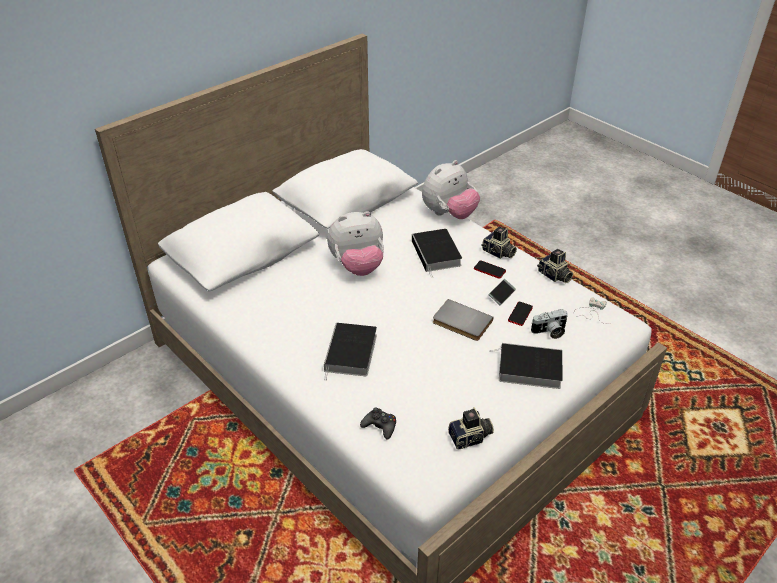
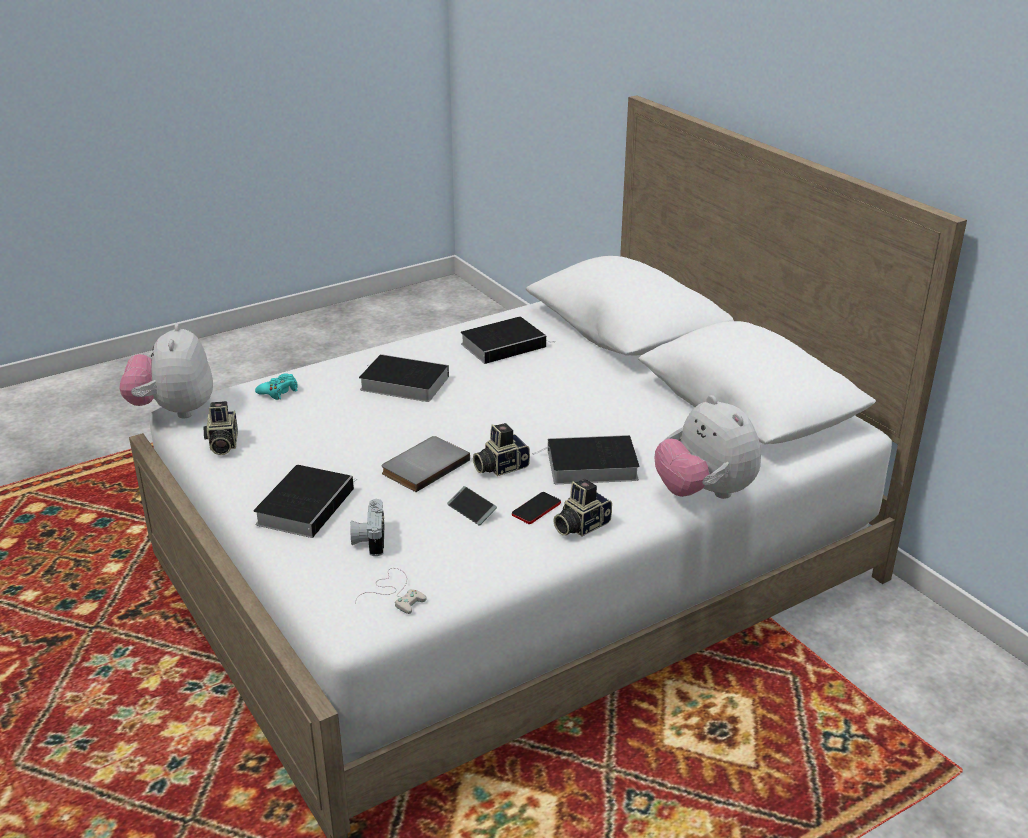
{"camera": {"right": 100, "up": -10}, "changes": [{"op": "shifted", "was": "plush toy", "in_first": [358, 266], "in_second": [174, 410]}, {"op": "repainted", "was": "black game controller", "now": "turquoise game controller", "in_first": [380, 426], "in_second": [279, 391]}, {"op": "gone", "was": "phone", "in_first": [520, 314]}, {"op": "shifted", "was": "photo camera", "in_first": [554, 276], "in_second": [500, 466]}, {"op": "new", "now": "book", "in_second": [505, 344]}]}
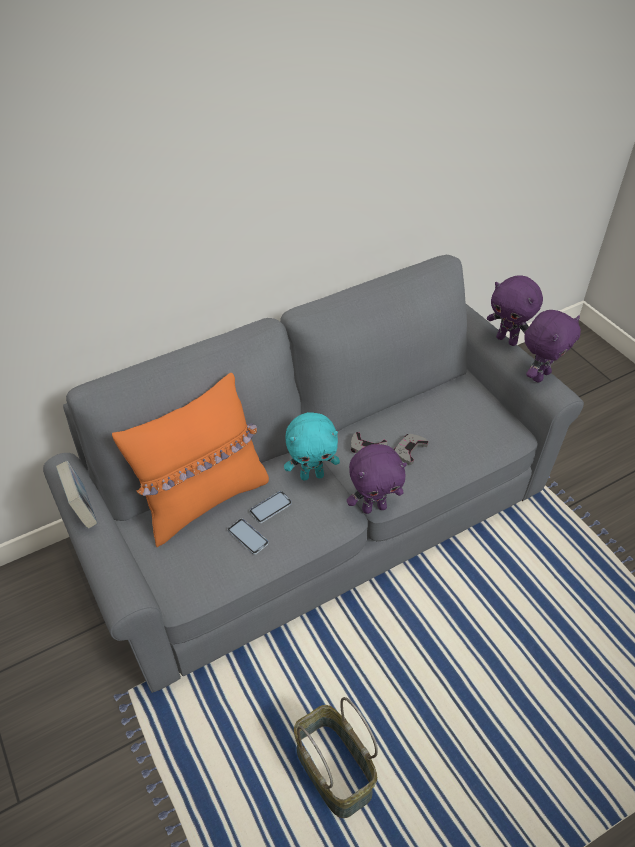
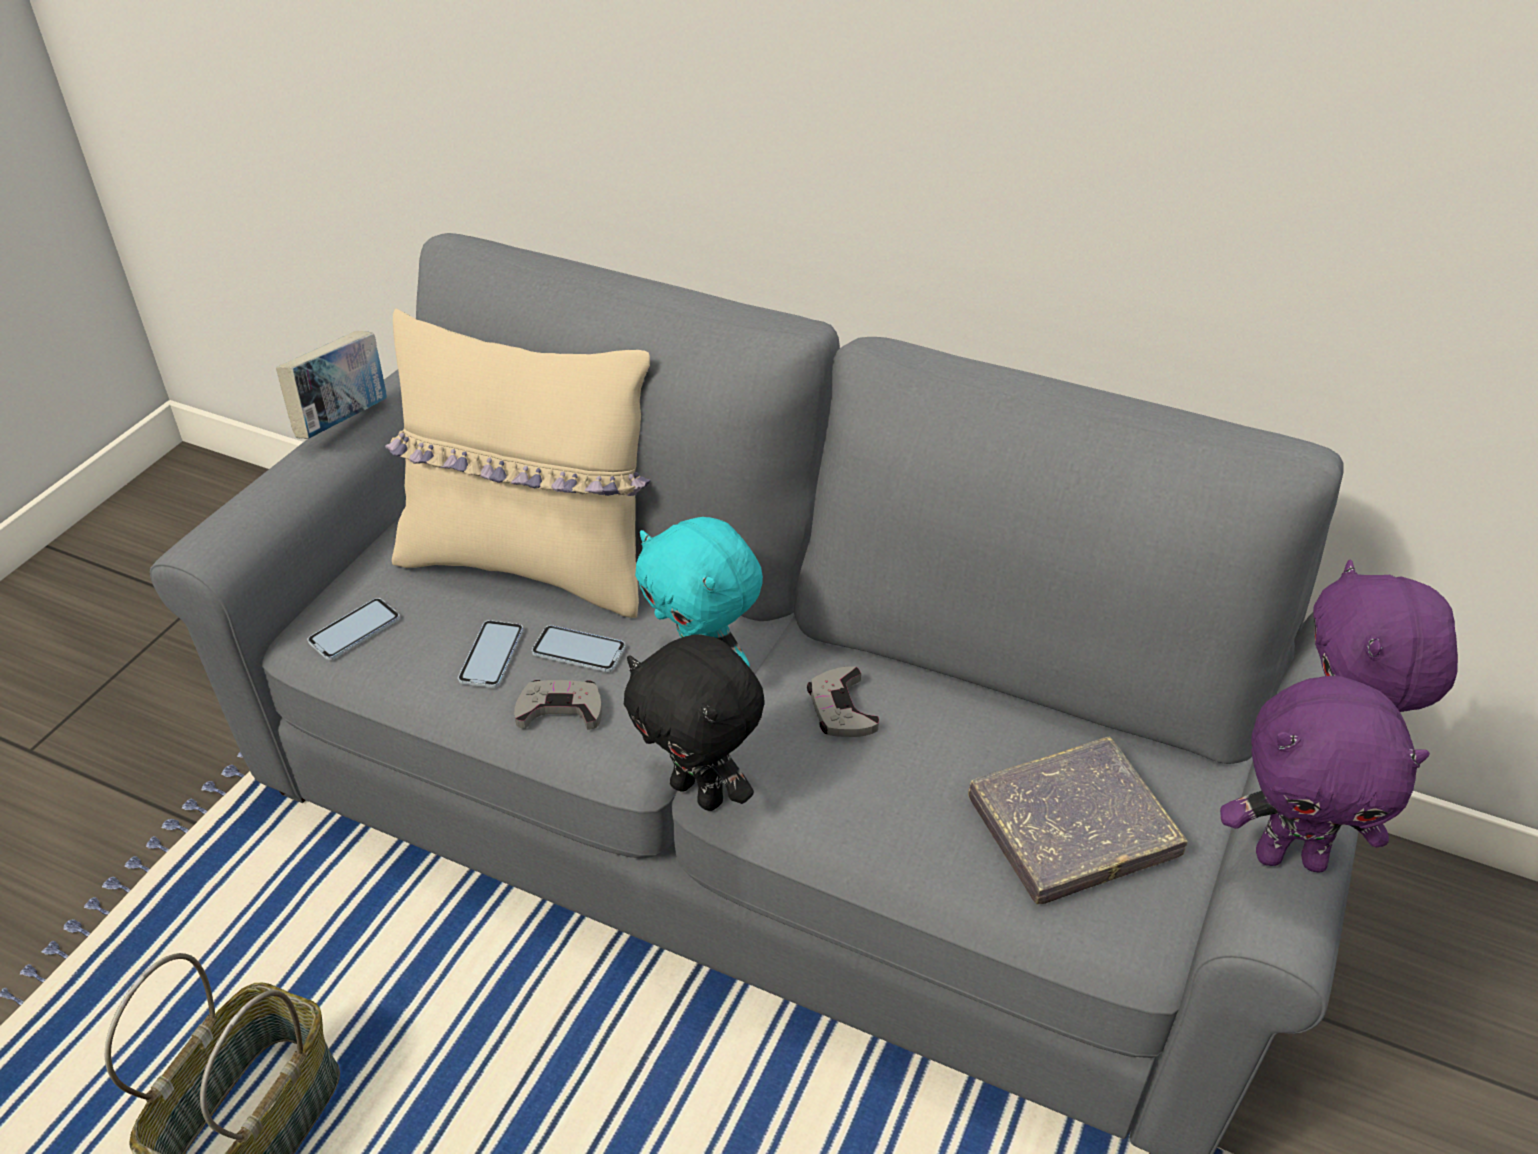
{"camera": {"right": 55, "up": -5}, "changes": [{"op": "repainted", "was": "orange pillow", "now": "beige pillow", "in_first": [204, 499], "in_second": [531, 565]}, {"op": "repainted", "was": "purple plush toy", "now": "black plush toy", "in_first": [374, 507], "in_second": [700, 792]}, {"op": "shifted", "was": "grey game controller", "in_first": [409, 450], "in_second": [560, 709]}, {"op": "new", "now": "phone", "in_second": [354, 630]}, {"op": "new", "now": "grey book", "in_second": [1072, 827]}]}
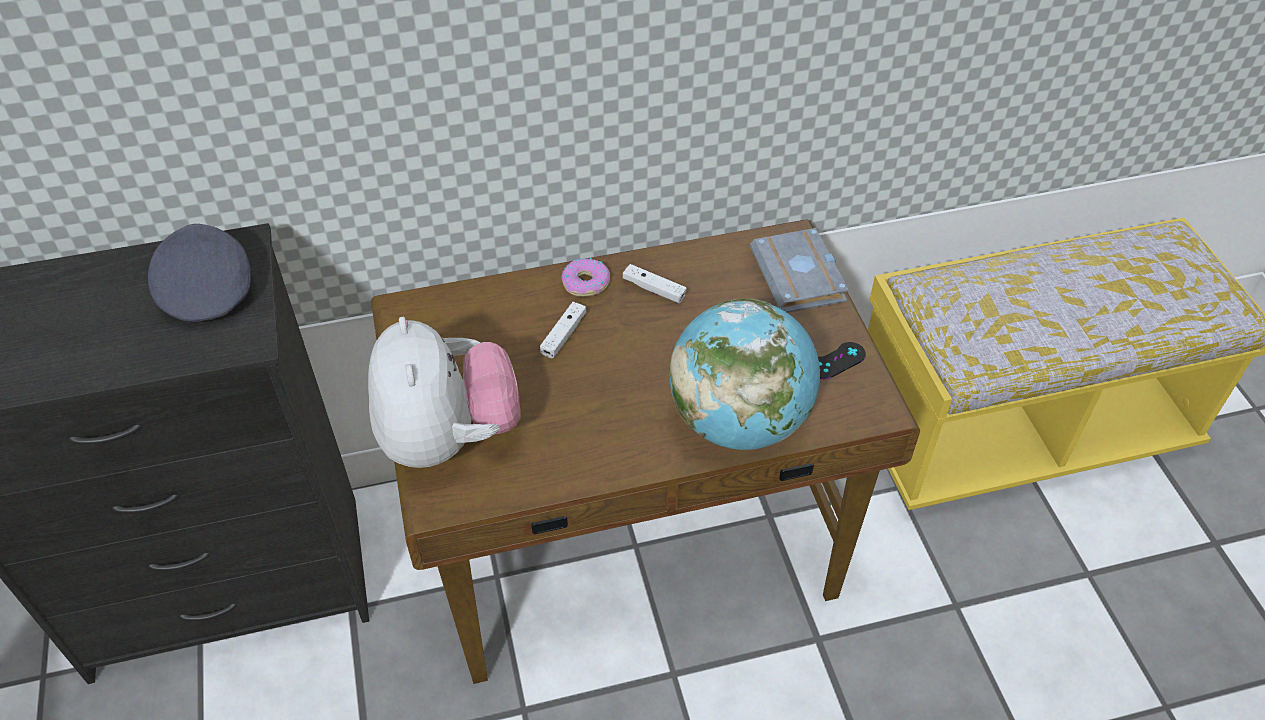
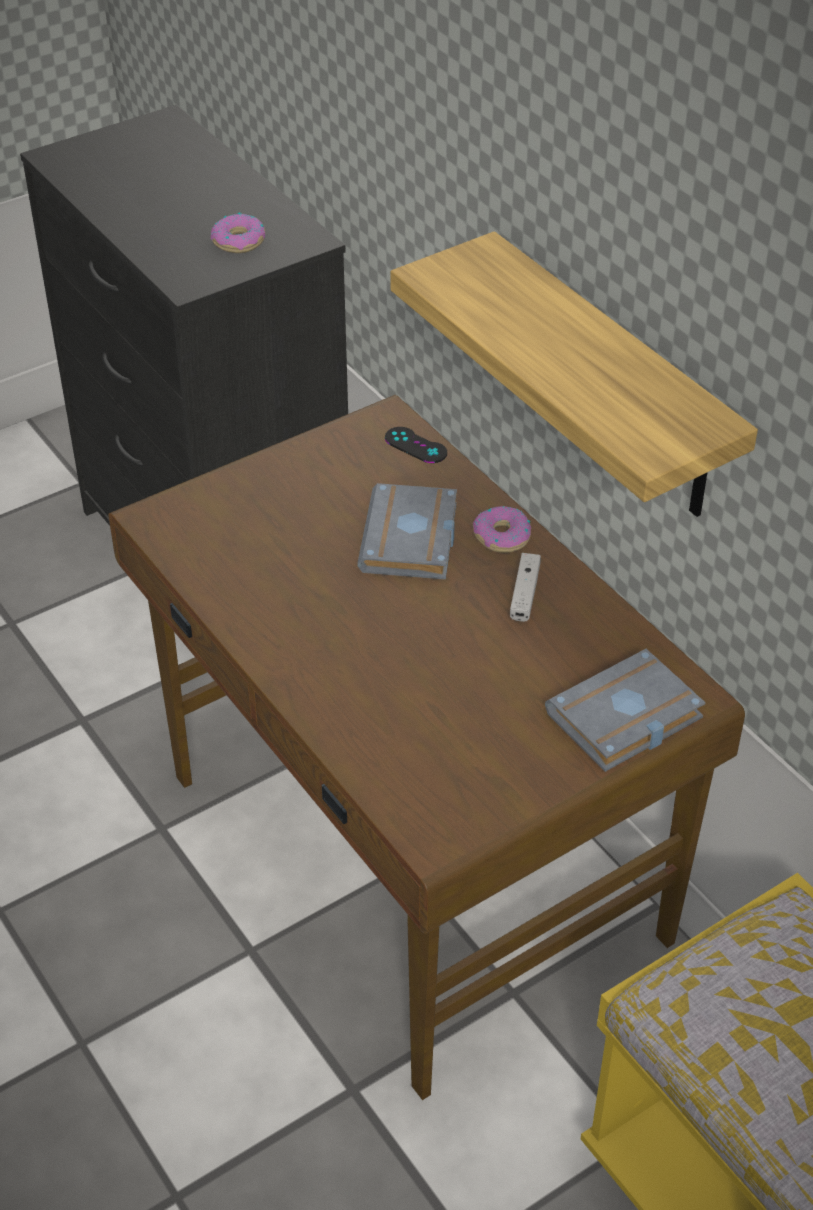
{"camera": {"right": 70, "up": -5}, "changes": [{"op": "swapped", "was": "grey cap", "now": "donut", "in_first": [206, 290], "in_second": [239, 241]}, {"op": "gone", "was": "plush toy", "in_first": [448, 437]}, {"op": "swapped", "was": "white game controller", "now": "grey book", "in_first": [564, 335], "in_second": [413, 541]}, {"op": "gone", "was": "globe", "in_first": [739, 421]}, {"op": "shifted", "was": "black game controller", "in_first": [837, 361], "in_second": [415, 445]}, {"op": "new", "now": "shelf", "in_second": [611, 381]}]}
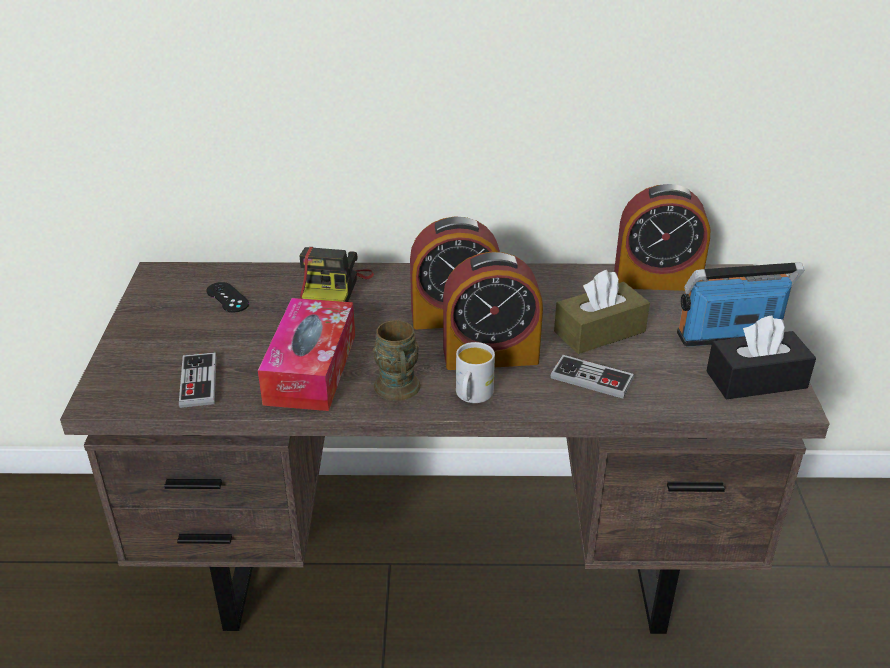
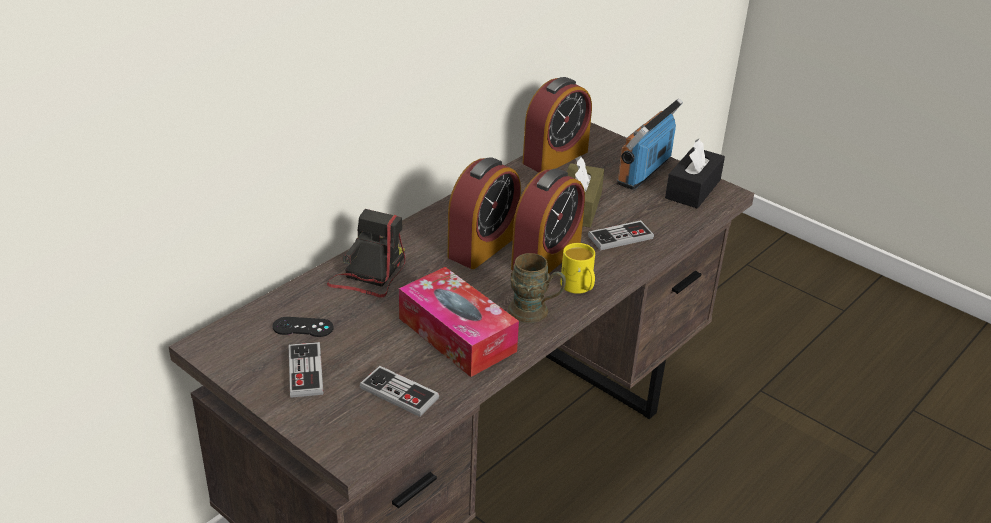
{"camera": {"right": -50, "up": 0}, "changes": [{"op": "rotated", "was": "photo camera", "in_first": [334, 288], "in_second": [369, 274], "clockwise": -120}, {"op": "repainted", "was": "white mug", "now": "yellow mug", "in_first": [472, 396], "in_second": [579, 288]}, {"op": "new", "now": "game controller", "in_second": [305, 371]}]}
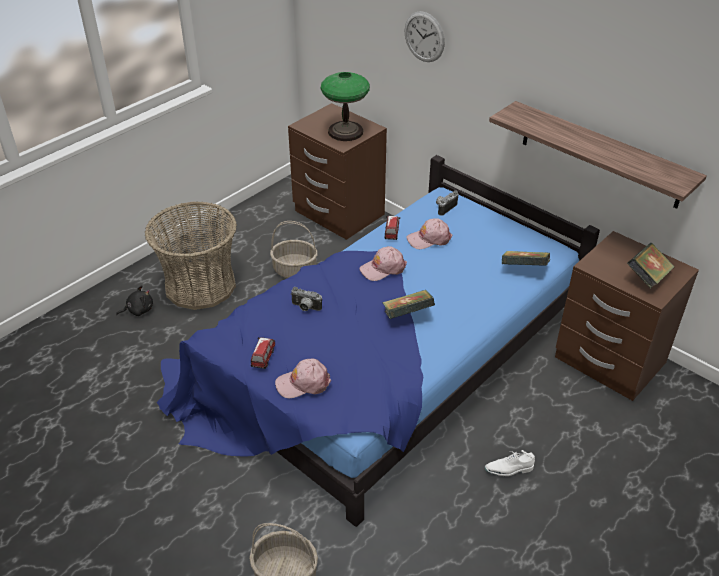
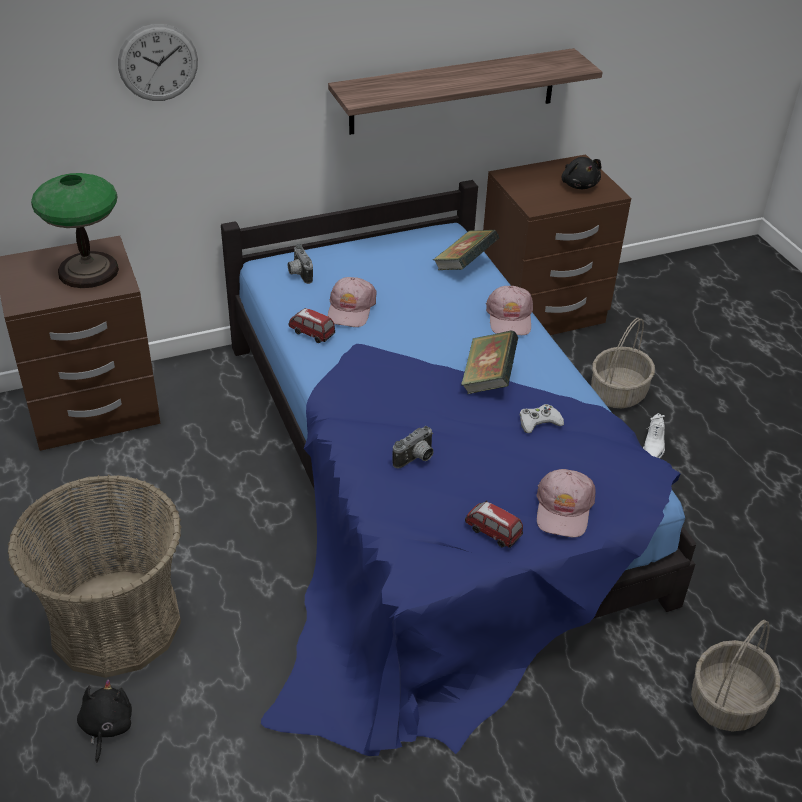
{"camera": {"right": -65, "up": 0}, "changes": [{"op": "shifted", "was": "basket", "in_first": [295, 270], "in_second": [618, 392]}, {"op": "shifted", "was": "pink cap", "in_first": [383, 268], "in_second": [509, 317]}, {"op": "swapped", "was": "book", "now": "black plush toy", "in_first": [647, 277], "in_second": [579, 184]}, {"op": "new", "now": "white game controller", "in_second": [539, 422]}]}
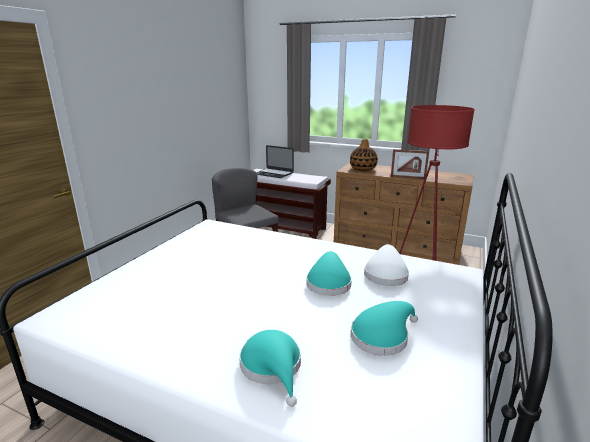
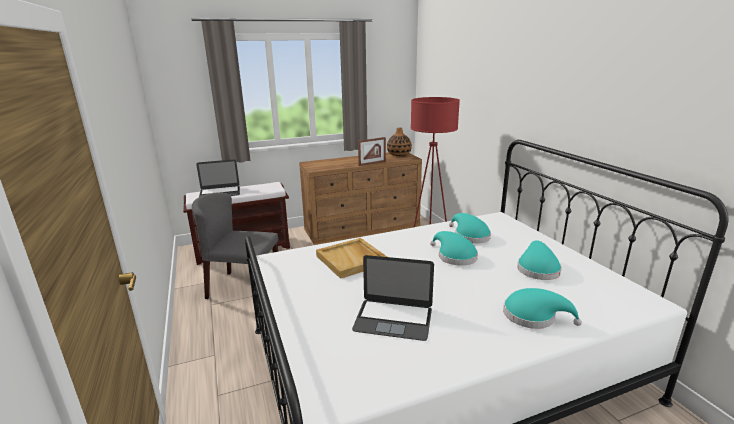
{"camera": {"right": -45, "up": 0}, "changes": [{"op": "shifted", "was": "vase", "in_first": [363, 169], "in_second": [399, 154]}, {"op": "repainted", "was": "white hat", "now": "turquoise hat", "in_first": [385, 274], "in_second": [469, 236]}, {"op": "new", "now": "beige tray", "in_second": [352, 260]}, {"op": "new", "now": "laptop", "in_second": [393, 319]}]}
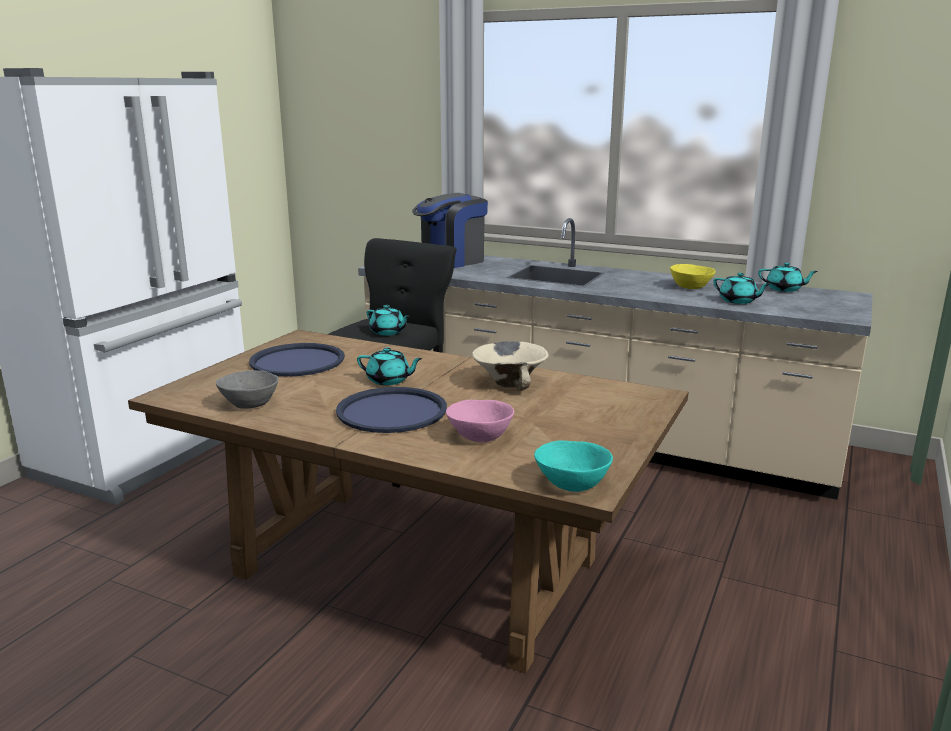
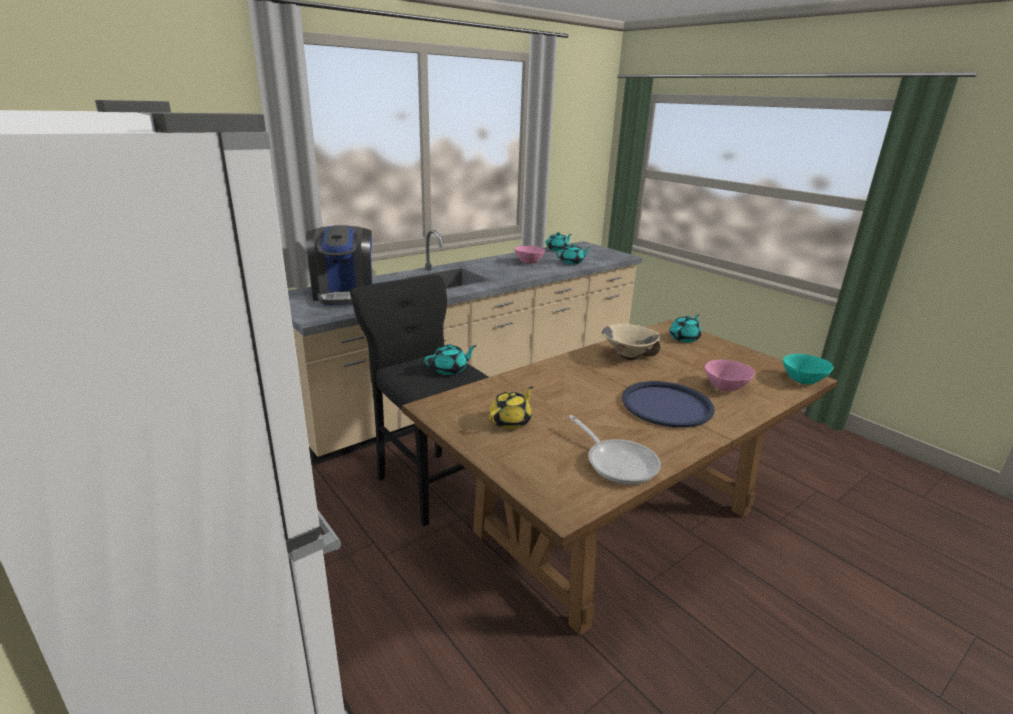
{"camera": {"right": -65, "up": 5}, "changes": [{"op": "swapped", "was": "grey bowl", "now": "frying pan", "in_first": [250, 404], "in_second": [618, 462]}, {"op": "swapped", "was": "blue tray", "now": "yellow teapot", "in_first": [297, 361], "in_second": [511, 421]}, {"op": "shifted", "was": "turquoise teapot", "in_first": [389, 380], "in_second": [684, 338]}, {"op": "repainted", "was": "yellow bowl", "now": "pink bowl", "in_first": [691, 287], "in_second": [529, 262]}]}
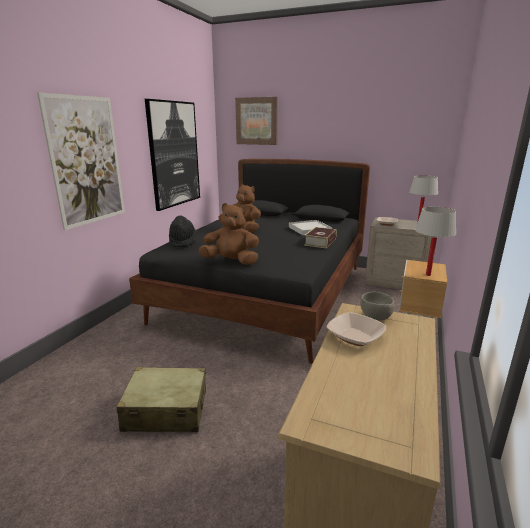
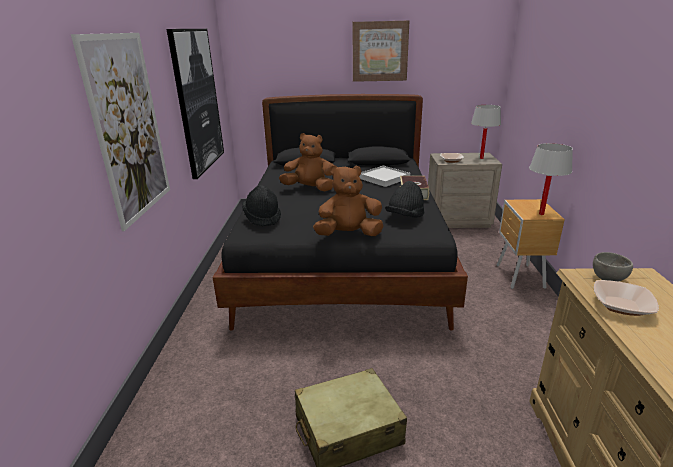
{"camera": {"right": -20, "up": 5}, "changes": [{"op": "shifted", "was": "picture", "in_first": [257, 121], "in_second": [380, 51]}, {"op": "new", "now": "black hat", "in_second": [405, 217]}]}
